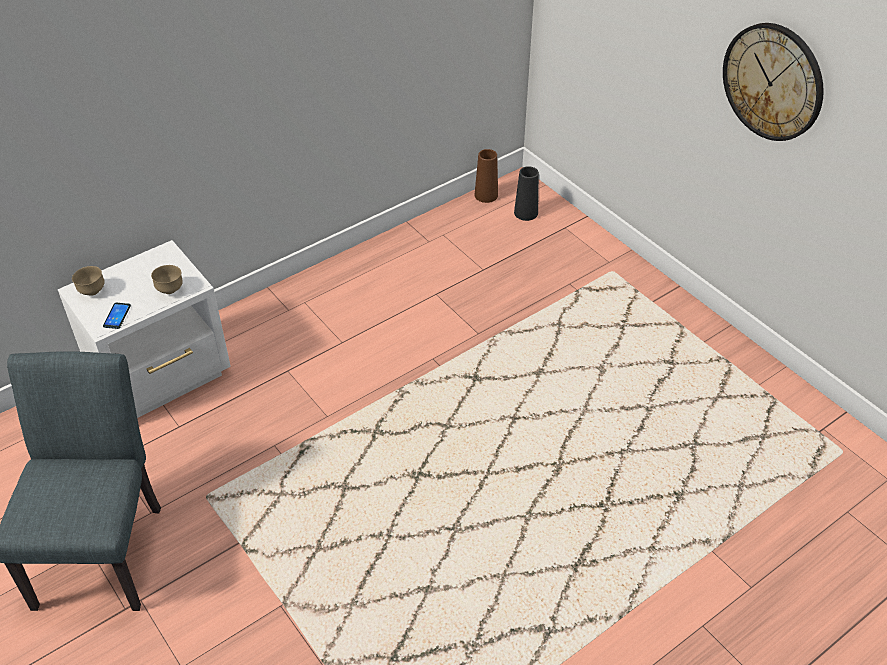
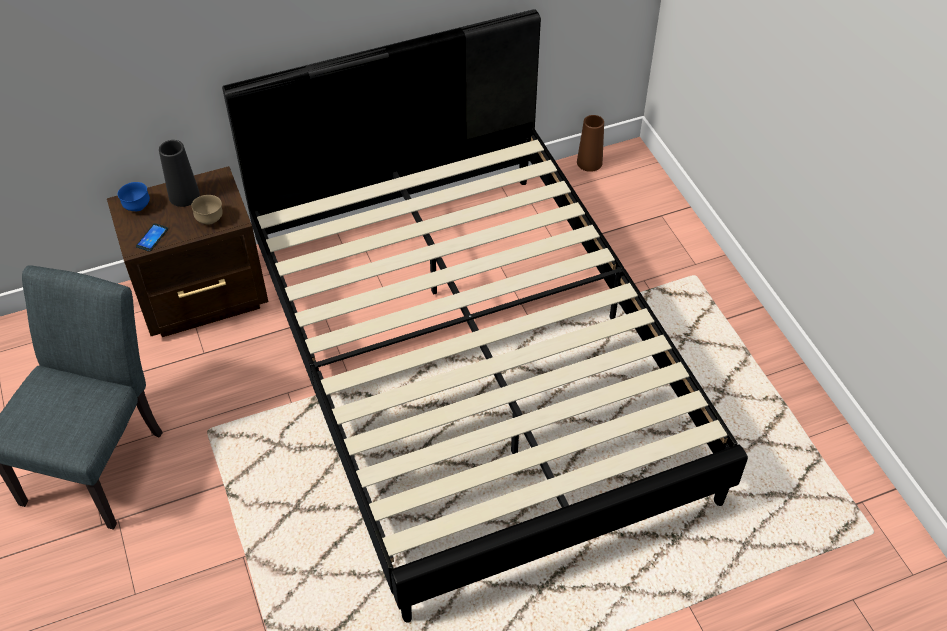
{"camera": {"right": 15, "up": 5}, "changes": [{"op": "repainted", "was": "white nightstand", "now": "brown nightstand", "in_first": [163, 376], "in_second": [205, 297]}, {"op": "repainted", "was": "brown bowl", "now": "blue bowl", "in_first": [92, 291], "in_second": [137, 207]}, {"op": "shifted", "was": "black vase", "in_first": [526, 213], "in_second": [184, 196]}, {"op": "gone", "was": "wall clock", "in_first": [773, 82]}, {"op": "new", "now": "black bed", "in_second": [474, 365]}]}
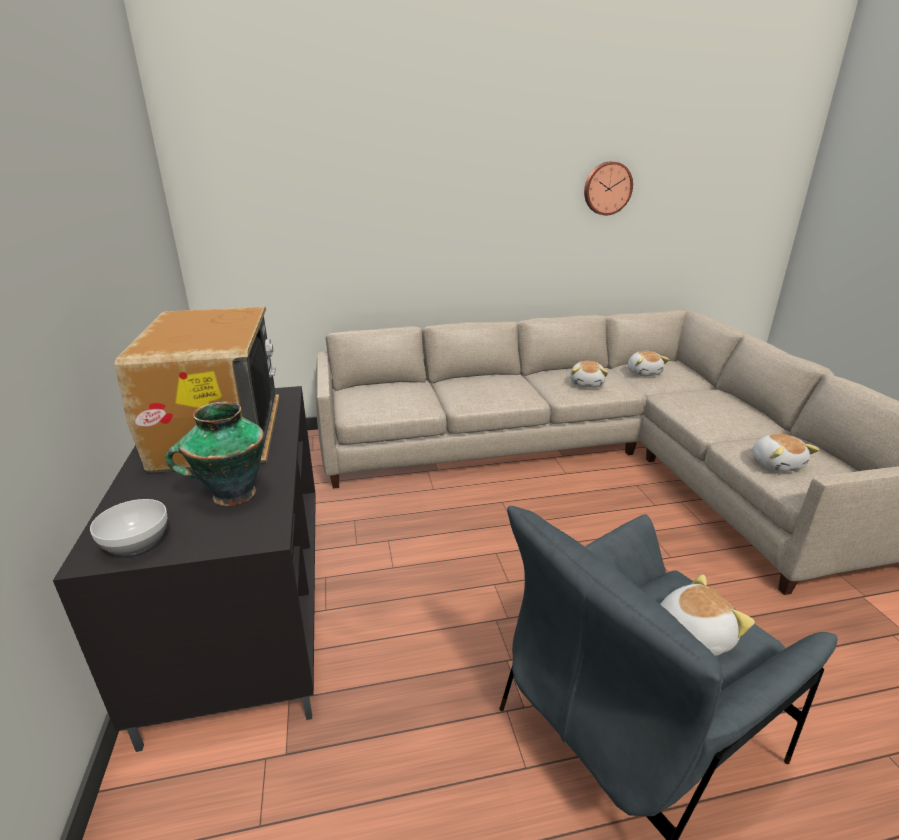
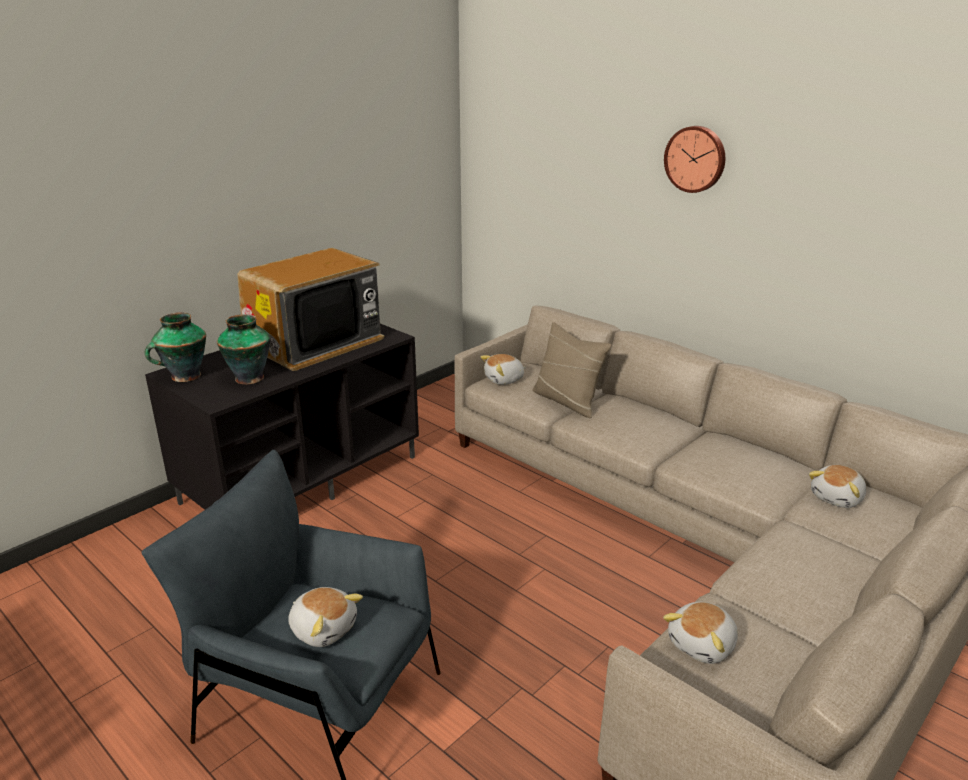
{"camera": {"right": 55, "up": 0}, "changes": [{"op": "swapped", "was": "bowl", "now": "vase", "in_first": [135, 543], "in_second": [184, 377]}, {"op": "shifted", "was": "plush toy", "in_first": [587, 384], "in_second": [504, 380]}, {"op": "shifted", "was": "wall clock", "in_first": [607, 188], "in_second": [696, 159]}, {"op": "new", "now": "beige pillow", "in_second": [567, 401]}]}
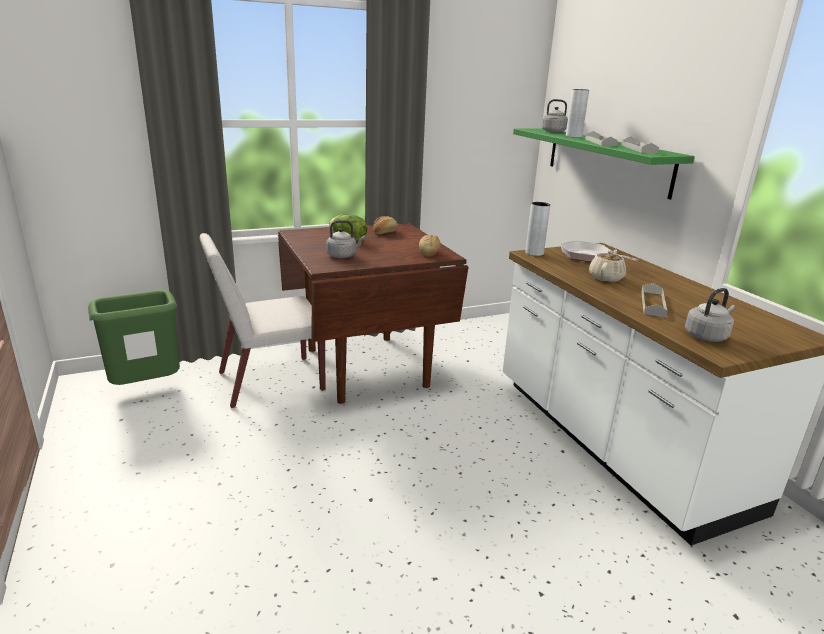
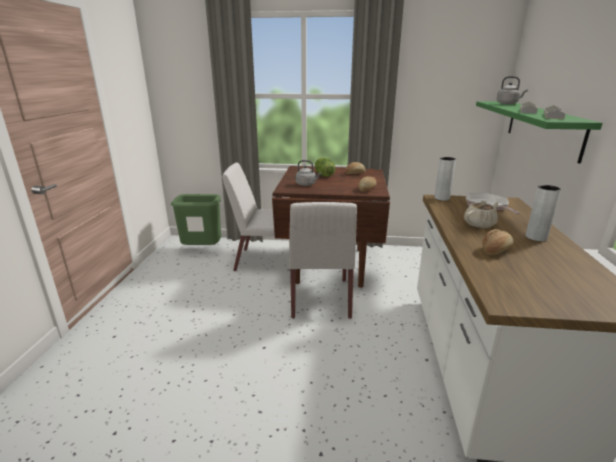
{"camera": {"right": 30, "up": 0}, "changes": [{"op": "shifted", "was": "grey vase", "in_first": [573, 136], "in_second": [536, 237]}, {"op": "swapped", "was": "grey tray", "now": "bread", "in_first": [653, 303], "in_second": [495, 250]}, {"op": "gone", "was": "grey kettle", "in_first": [707, 336]}, {"op": "new", "now": "white chair", "in_second": [320, 298]}]}
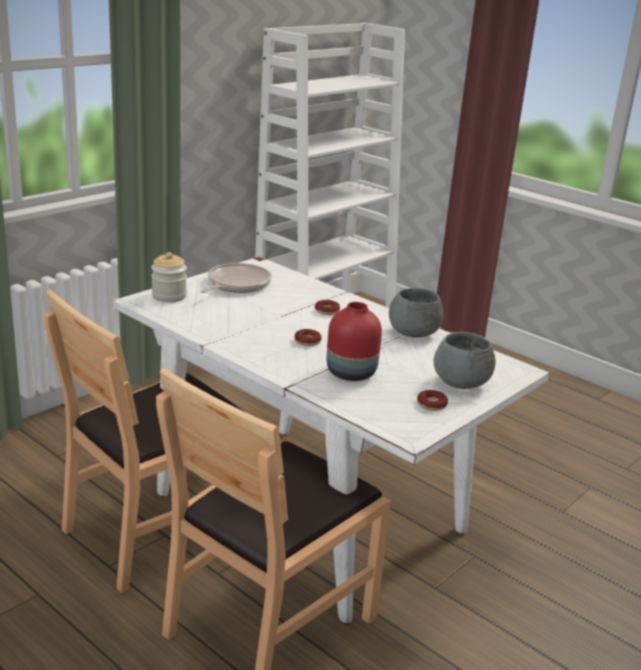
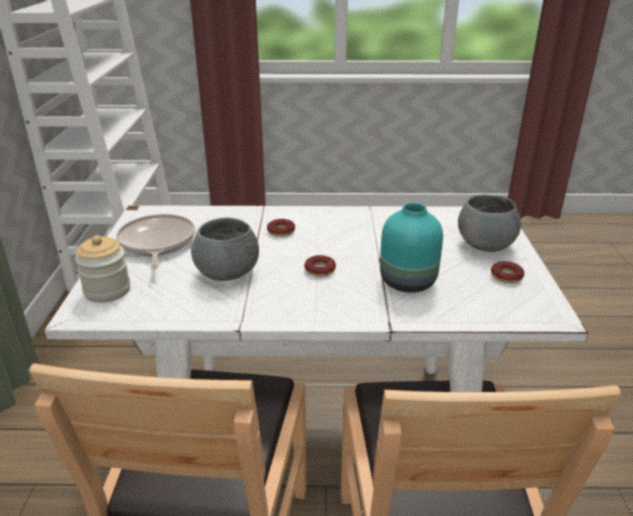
{"camera": {"right": -40, "up": 5}, "changes": [{"op": "repainted", "was": "red vase", "now": "turquoise vase", "in_first": [350, 372], "in_second": [406, 281]}, {"op": "shifted", "was": "grey bowl", "in_first": [414, 333], "in_second": [228, 273]}]}
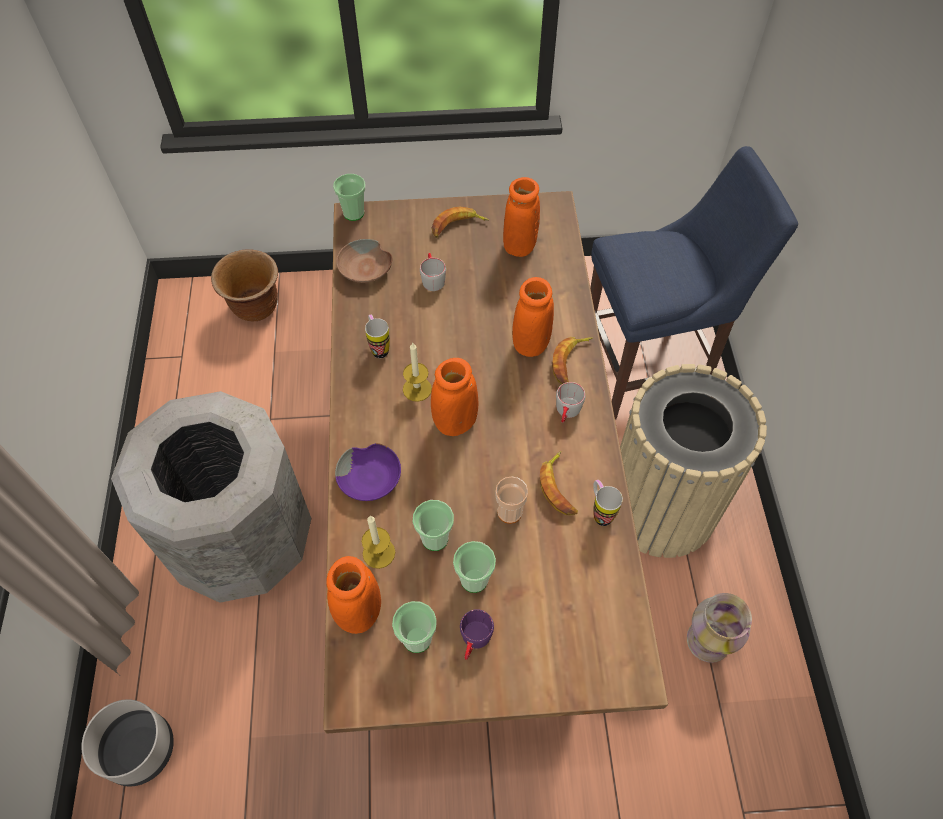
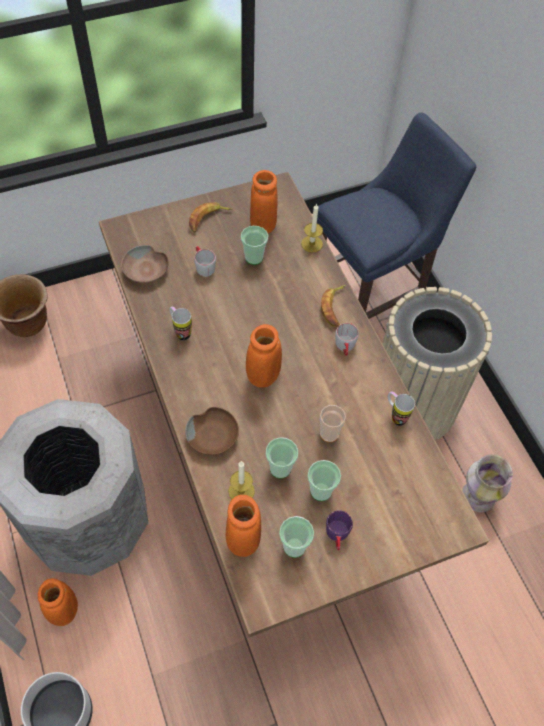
{"camera": {"right": -20, "up": 0}, "changes": [{"op": "shifted", "was": "cup", "in_first": [353, 213], "in_second": [254, 257]}, {"op": "repainted", "was": "purple bowl", "now": "brown bowl", "in_first": [371, 478], "in_second": [213, 435]}, {"op": "shifted", "was": "candle", "in_first": [417, 389], "in_second": [312, 244]}, {"op": "shifted", "was": "orange vase", "in_first": [531, 344], "in_second": [64, 611]}, {"op": "gone", "was": "banana", "in_first": [559, 487]}]}
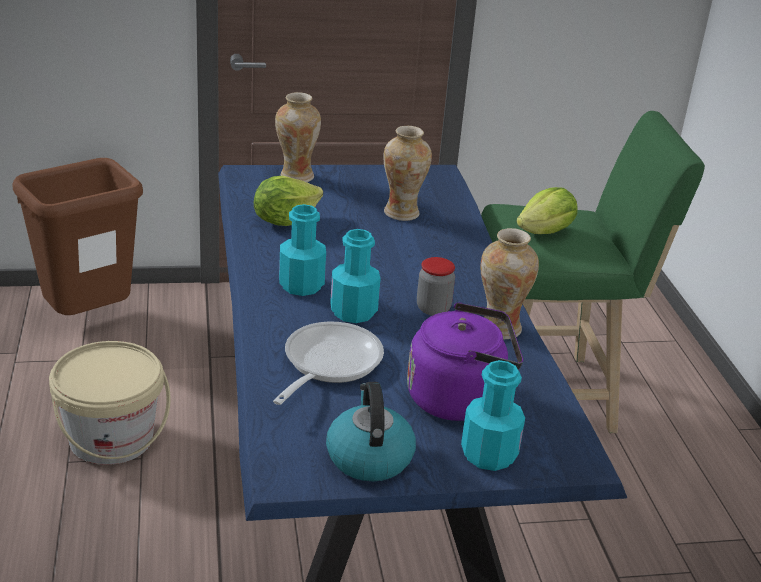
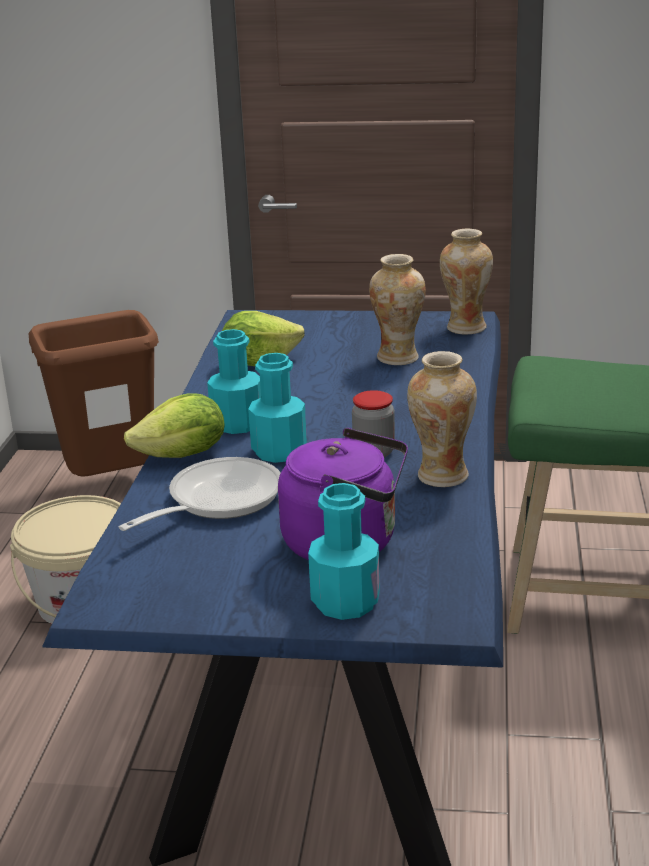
{"camera": {"right": 20, "up": -5}, "changes": [{"op": "shifted", "was": "vase", "in_first": [296, 177], "in_second": [465, 328]}, {"op": "gone", "was": "kettle", "in_first": [368, 457]}, {"op": "shifted", "was": "lettuce", "in_first": [545, 232], "in_second": [183, 455]}]}
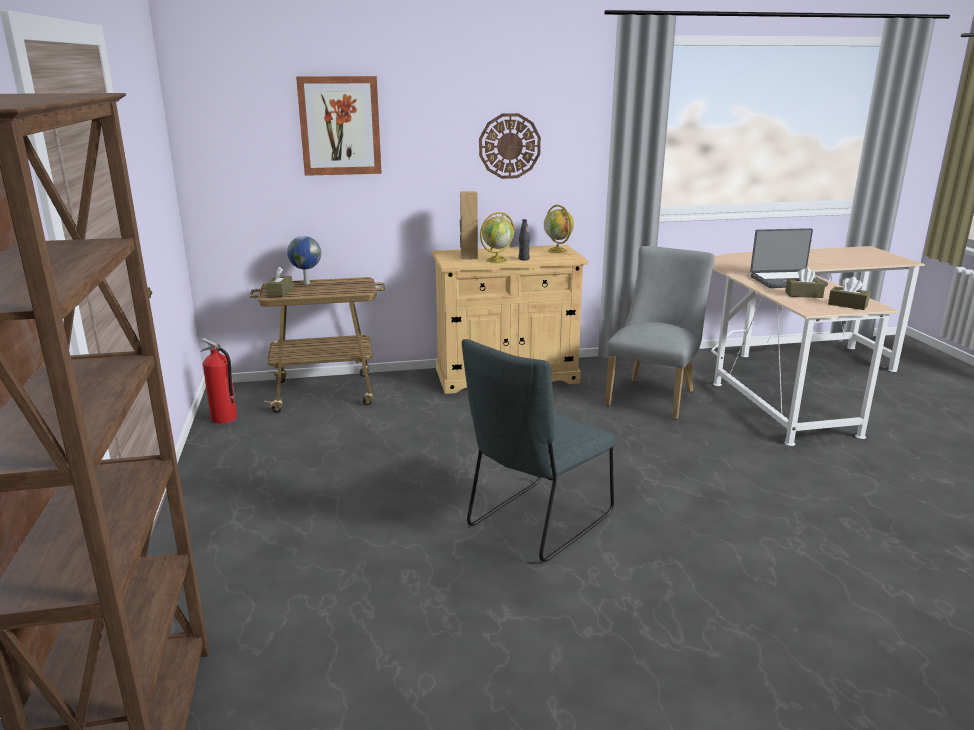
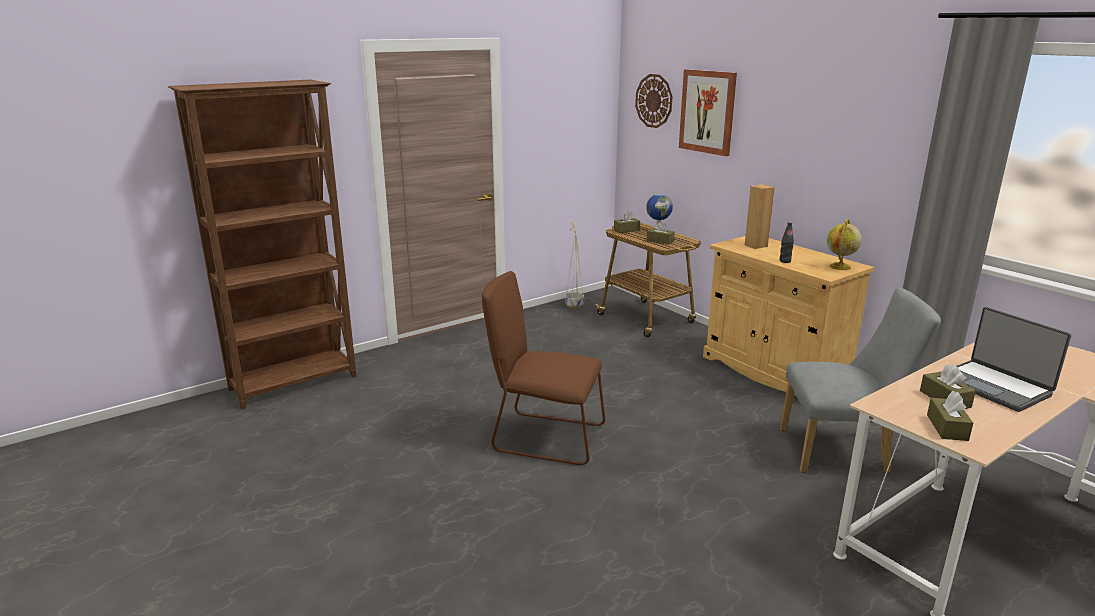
{"camera": {"right": 65, "up": 0}, "changes": [{"op": "swapped", "was": "fire extinguisher", "now": "beige planter", "in_first": [224, 419], "in_second": [574, 305]}, {"op": "repainted", "was": "grey chair", "now": "brown chair", "in_first": [536, 523], "in_second": [543, 437]}, {"op": "shifted", "was": "wall clock", "in_first": [509, 146], "in_second": [654, 101]}, {"op": "gone", "was": "globe", "in_first": [497, 260]}, {"op": "new", "now": "brown tissue box", "in_second": [660, 241]}]}
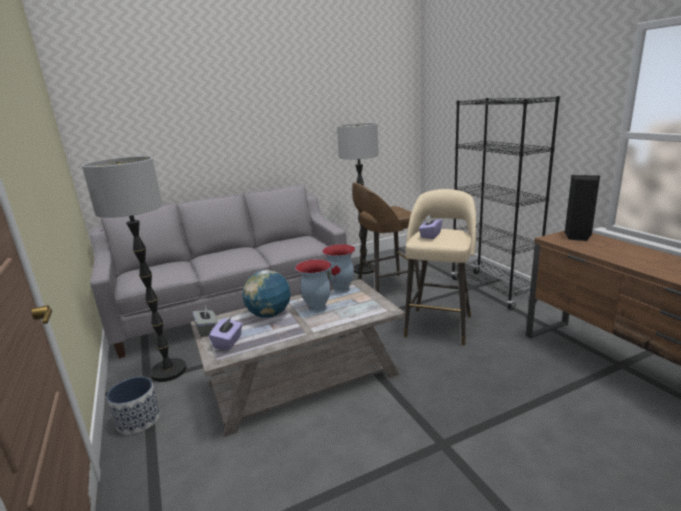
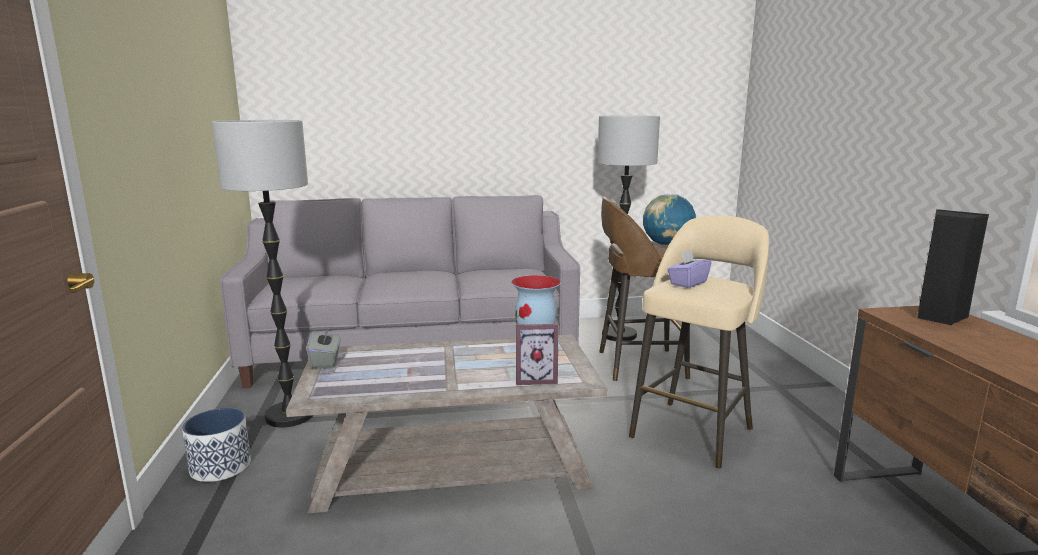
{"camera": {"right": 15, "up": -5}, "changes": [{"op": "gone", "was": "purple tissue box", "in_first": [228, 342]}, {"op": "shifted", "was": "globe", "in_first": [269, 315], "in_second": [667, 245]}, {"op": "gone", "was": "vase", "in_first": [317, 308]}, {"op": "gone", "was": "black bookcase", "in_first": [492, 290]}, {"op": "new", "now": "picture frame", "in_second": [536, 379]}]}
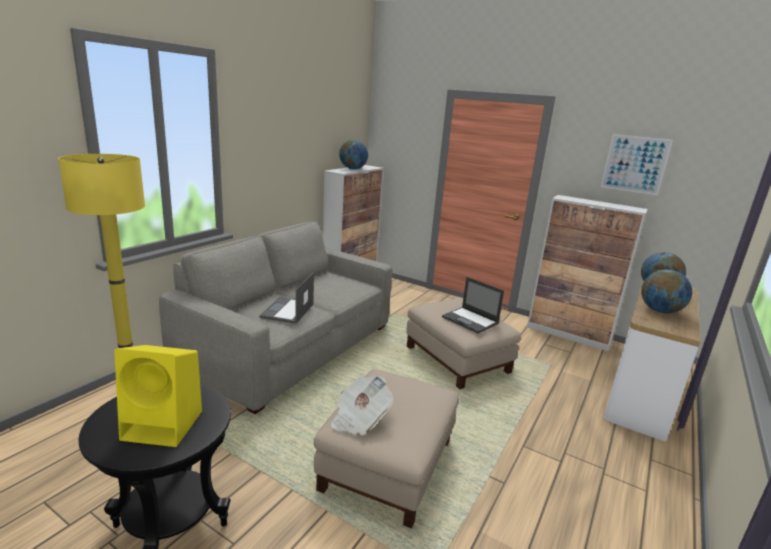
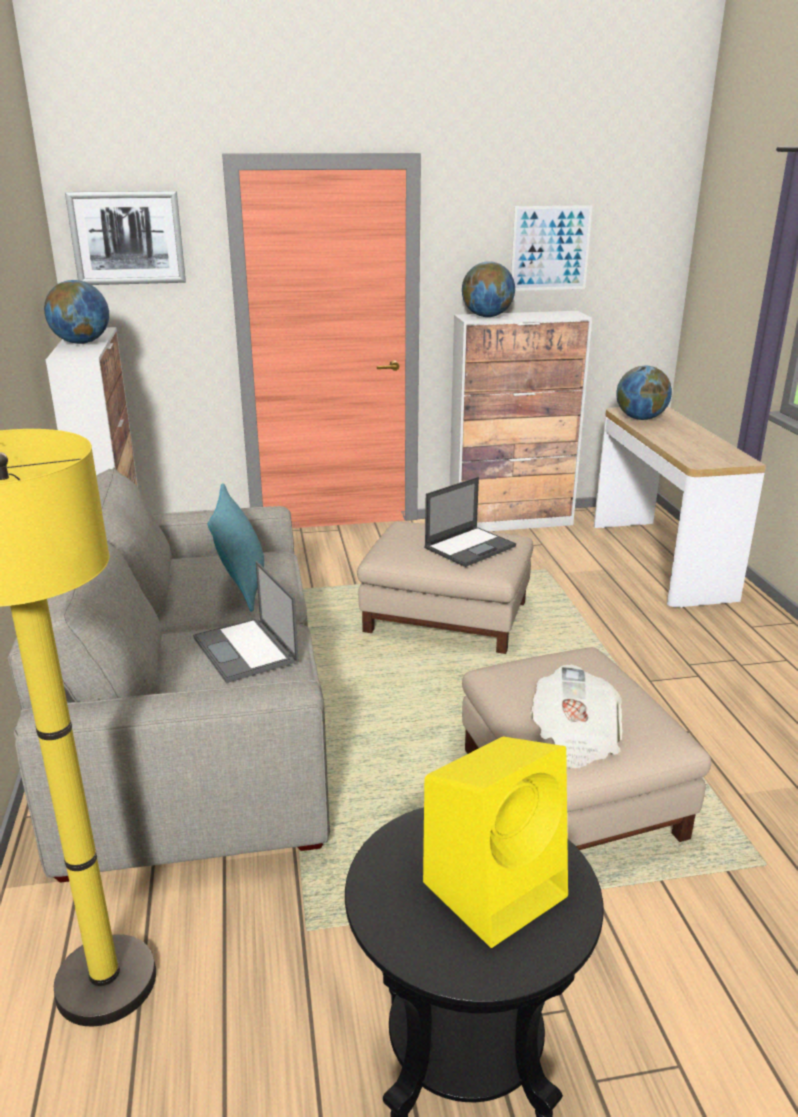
{"camera": {"right": -40, "up": 5}, "changes": [{"op": "rotated", "was": "laptop", "in_first": [470, 320], "in_second": [470, 546], "clockwise": -45}, {"op": "shifted", "was": "globe", "in_first": [660, 311], "in_second": [487, 316]}, {"op": "new", "now": "picture", "in_second": [127, 238]}, {"op": "new", "now": "turquoise pillow", "in_second": [242, 587]}]}
